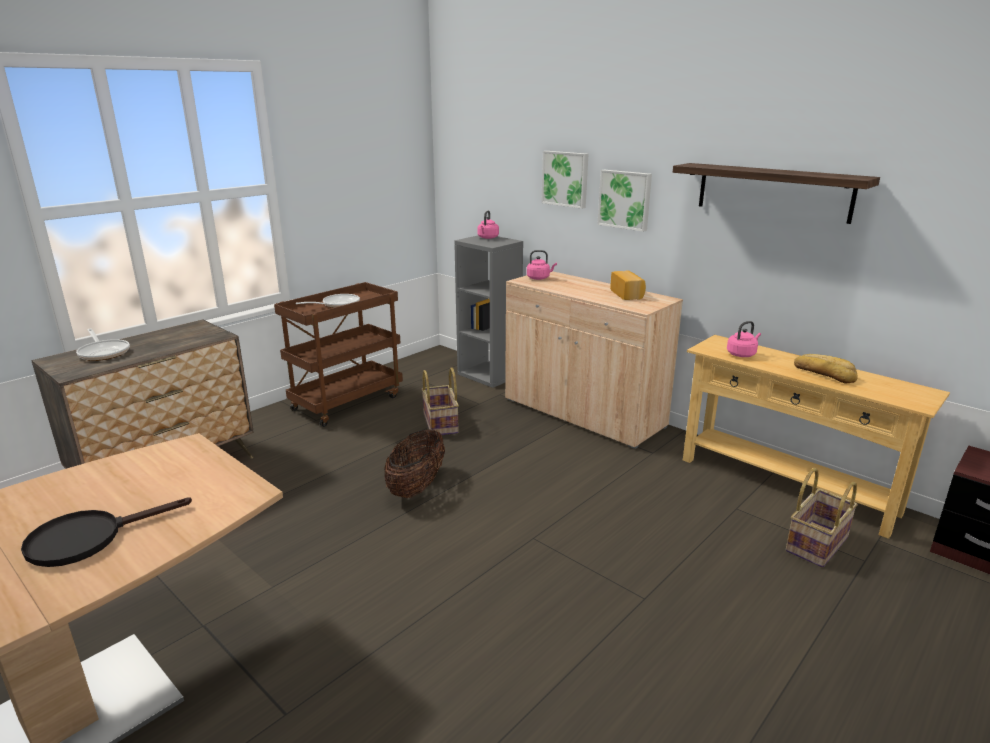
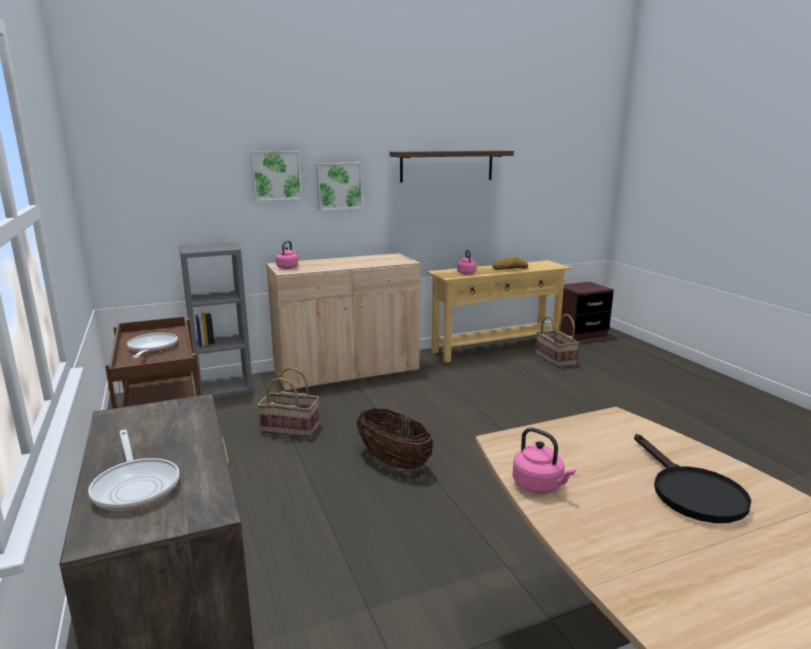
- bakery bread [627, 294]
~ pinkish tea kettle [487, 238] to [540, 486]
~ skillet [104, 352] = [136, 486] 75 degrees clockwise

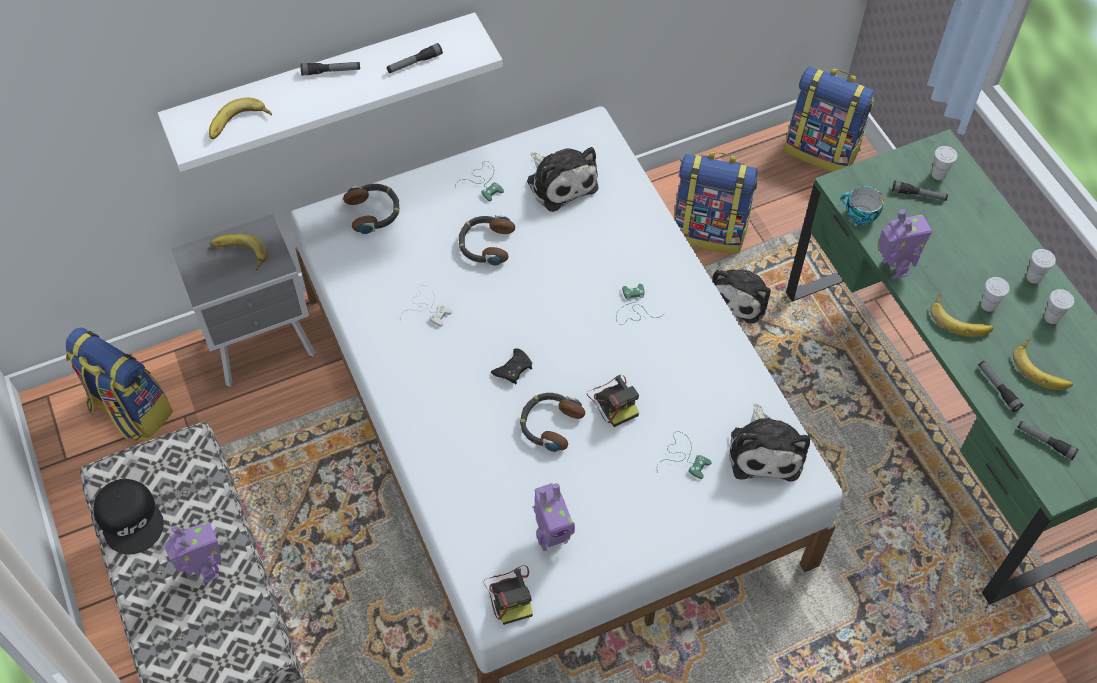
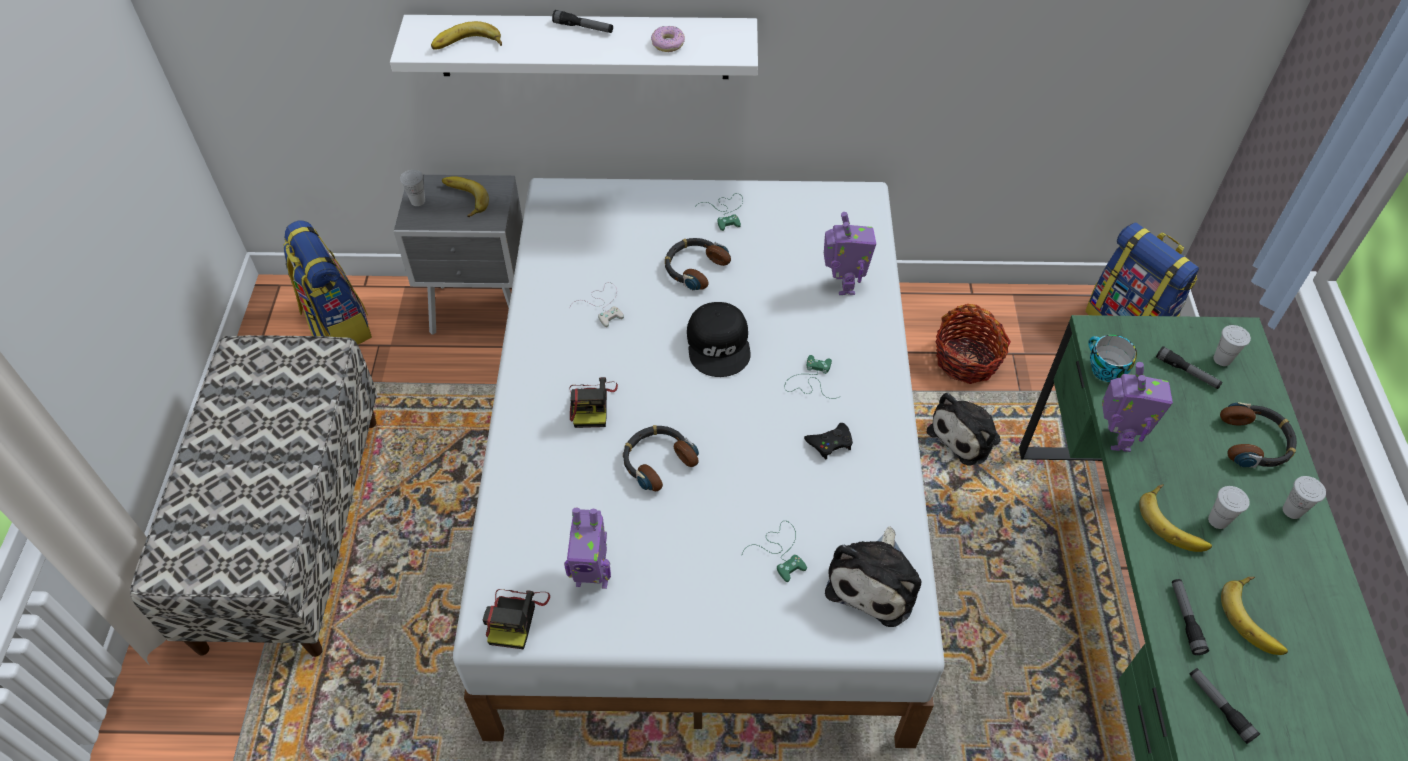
- soft toy [560, 182]
~ blackish baseball cap [131, 518] to [719, 344]
~ model robot [205, 570] to [843, 285]
~ pair of headphones [374, 212] to [1255, 442]
~ blackish gamepad [513, 369] to [830, 443]
~ still camera [614, 401] to [592, 404]
~ whitish drinking cup [1051, 317] to [418, 201]
~ hand torch [414, 63] to donut [668, 44]
~ backpack [710, 231] to storage basket [967, 360]

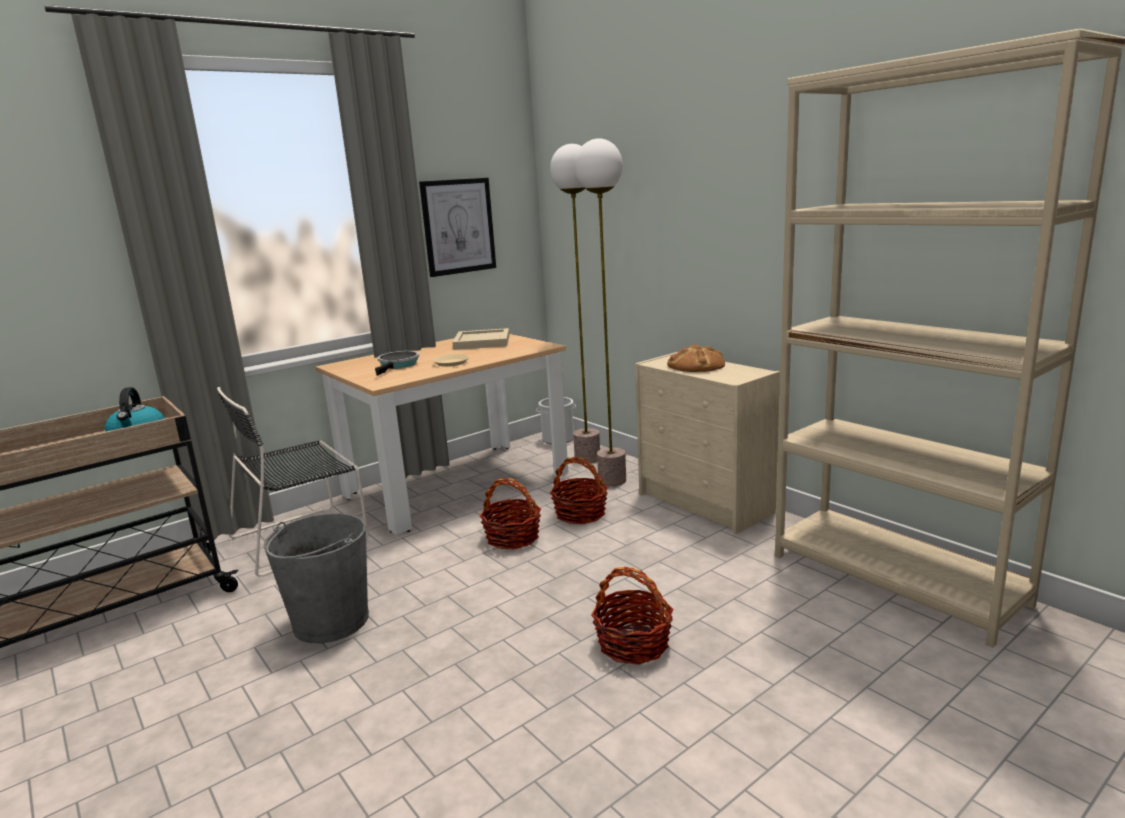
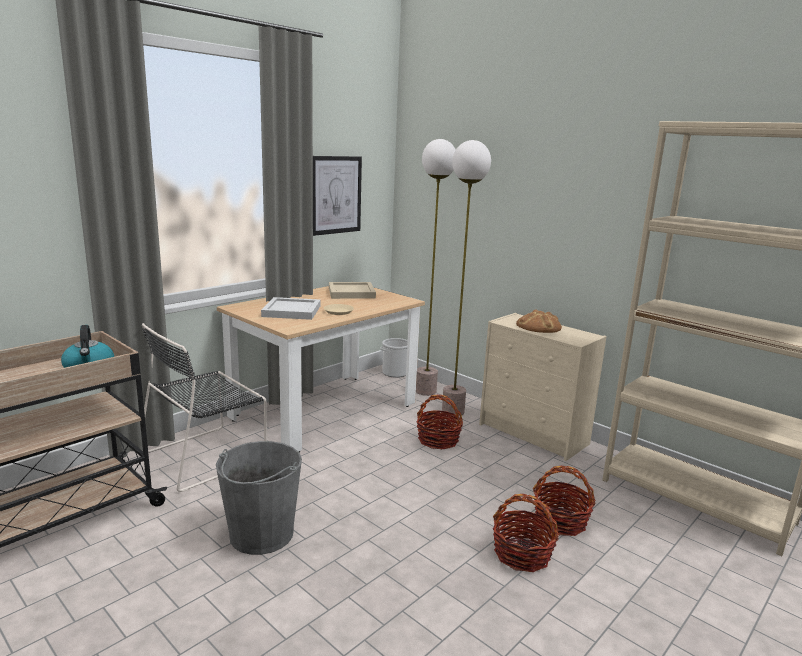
~ storage basket [513, 537] to [560, 521]
~ skillet [398, 365] to whitish serving tray [293, 311]

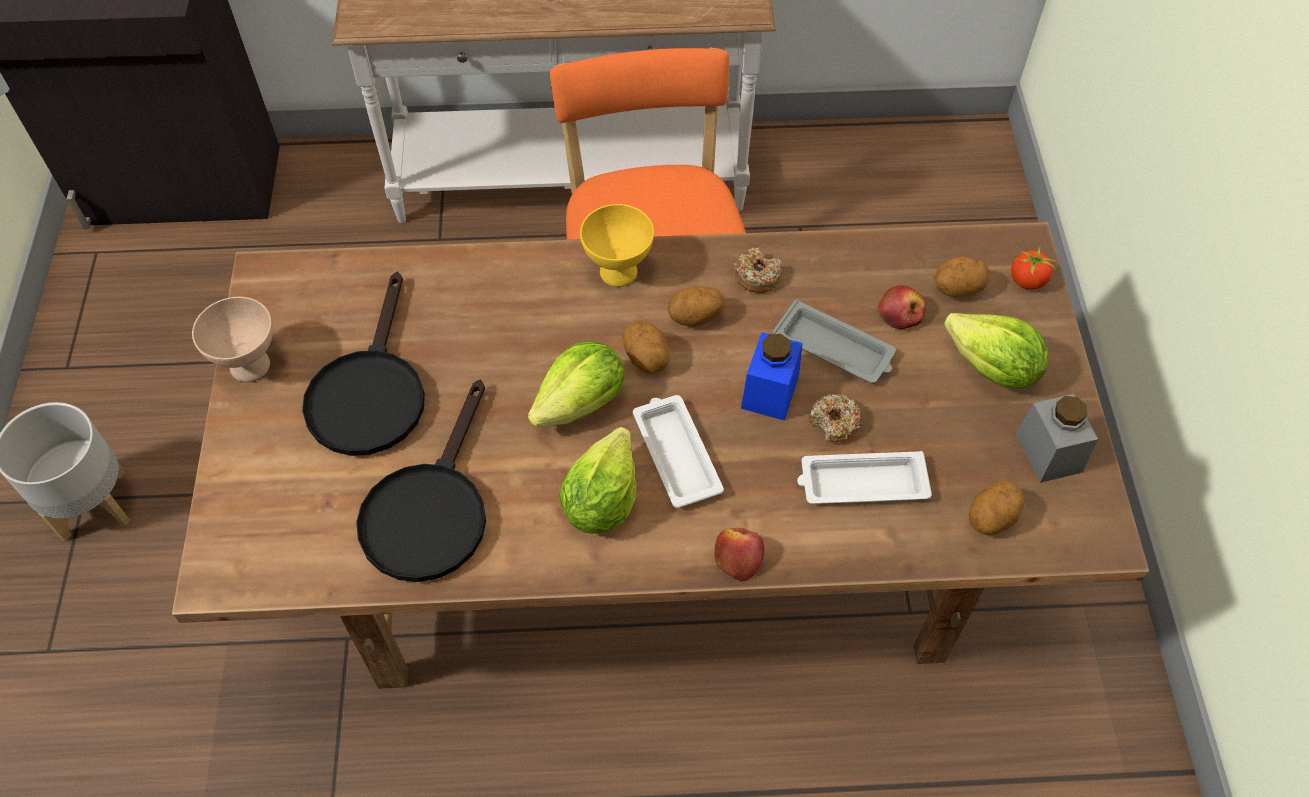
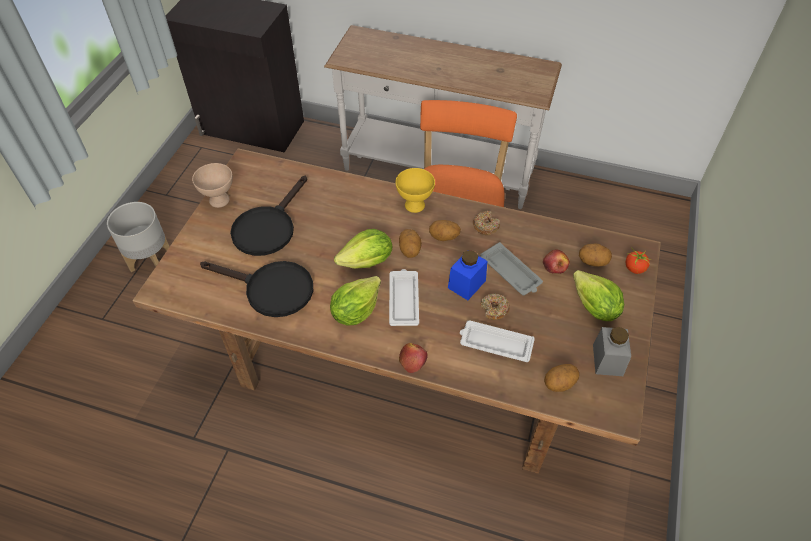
~ blackish skillet [430, 509] = [271, 289] 105 degrees counterclockwise

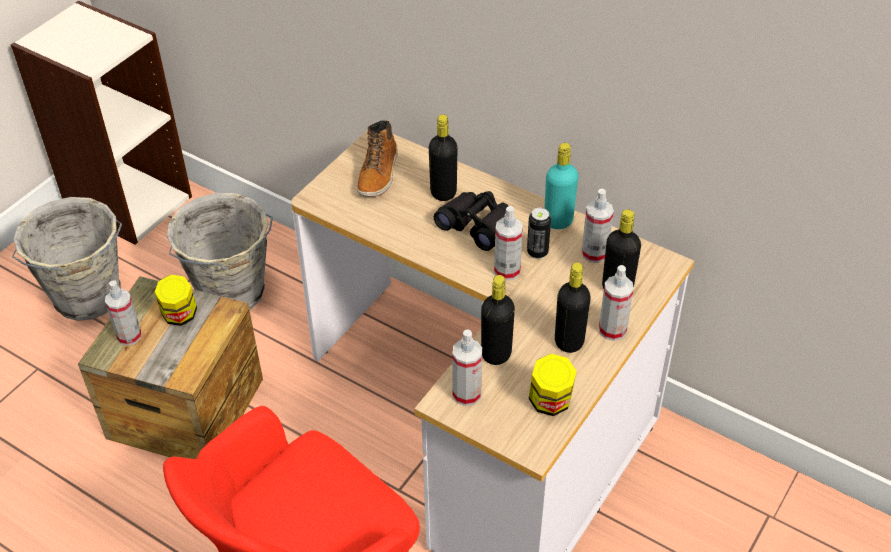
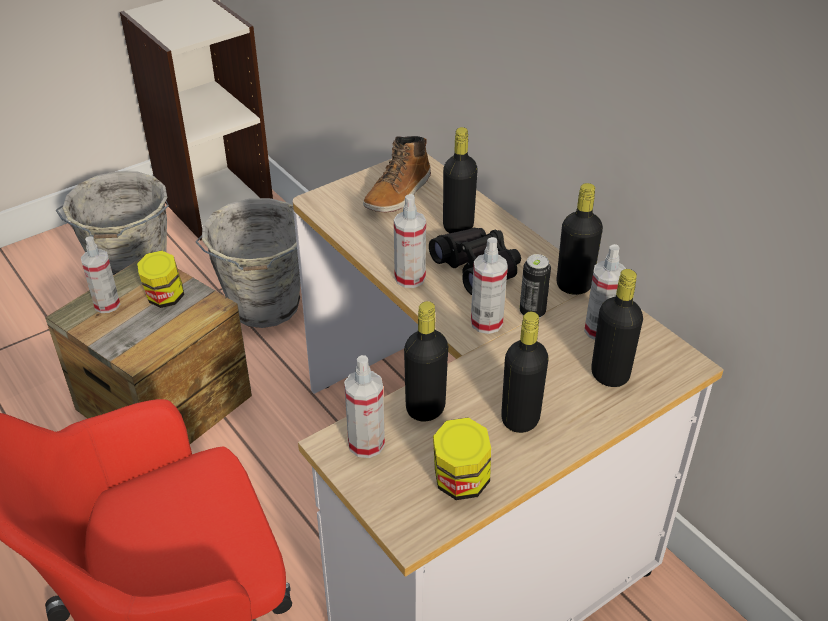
~ sprayer [612, 330] to [410, 278]
~ turquoise bottle [558, 221] to blackish bottle [574, 285]

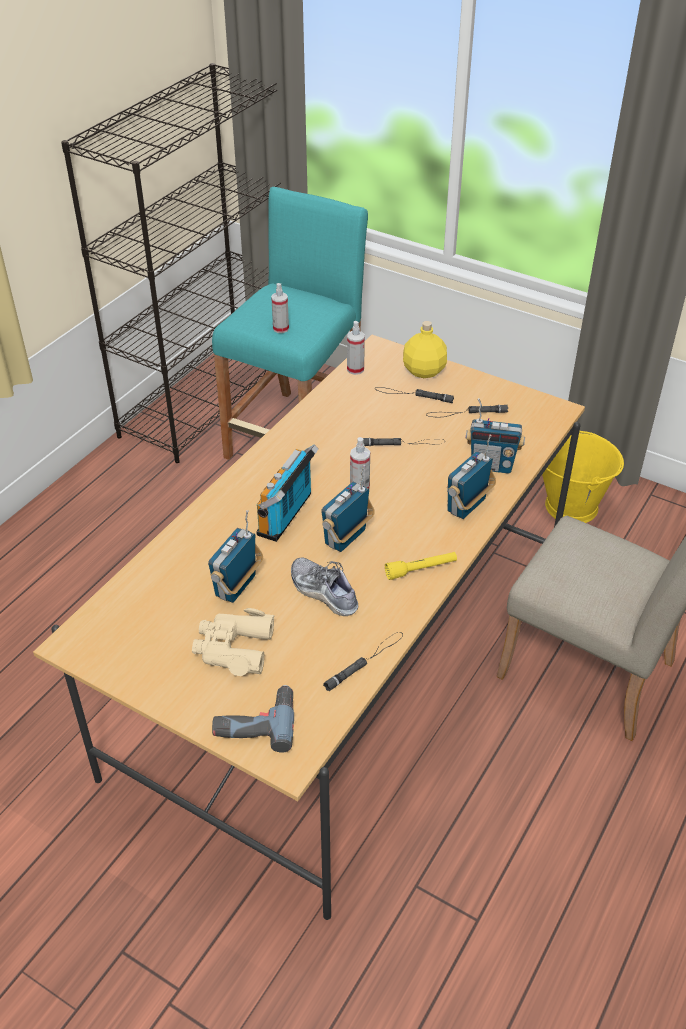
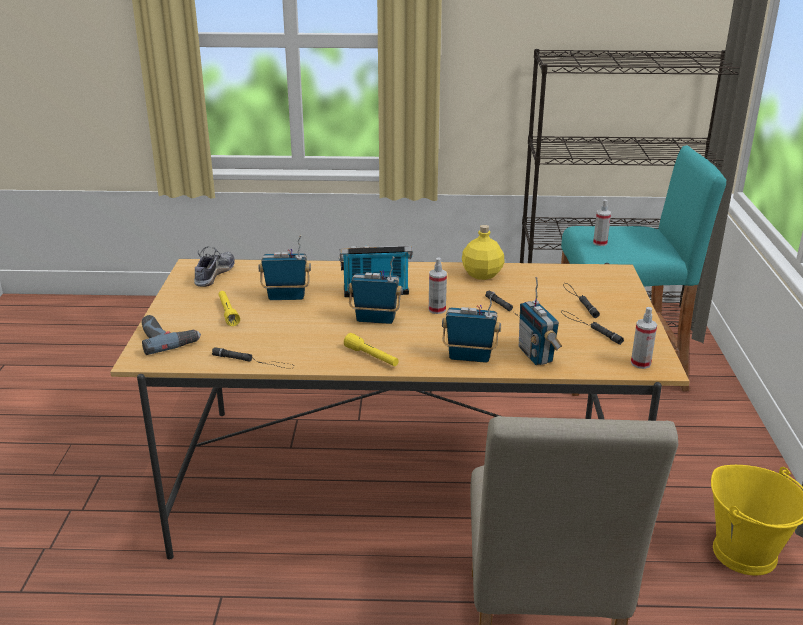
~ low shoe [323, 592] to [214, 274]
~ sprayer [355, 369] to [640, 363]
~ yellow bottle [424, 370] to [482, 274]
~ beige-coloured field glasses [233, 648] to yellow hand torch [228, 312]

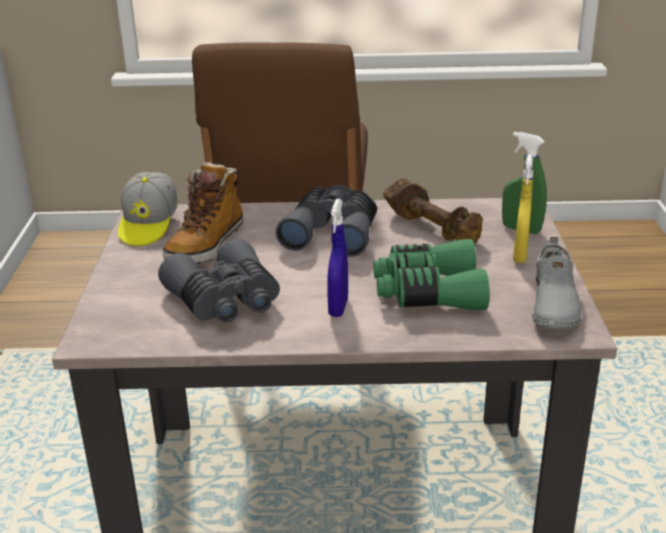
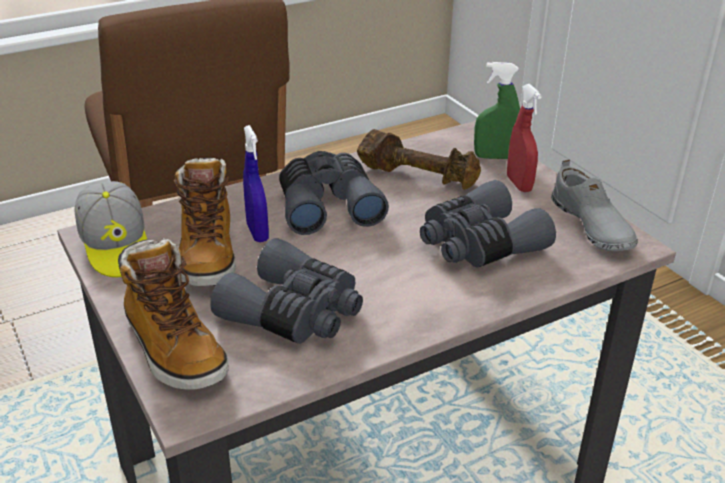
+ boot [173, 348]
~ blue-coloured sprayer [338, 307] to [257, 233]
~ greenish field glasses [428, 292] to gray field glasses [478, 244]
~ yellow sprayer [520, 256] to red sprayer [519, 184]

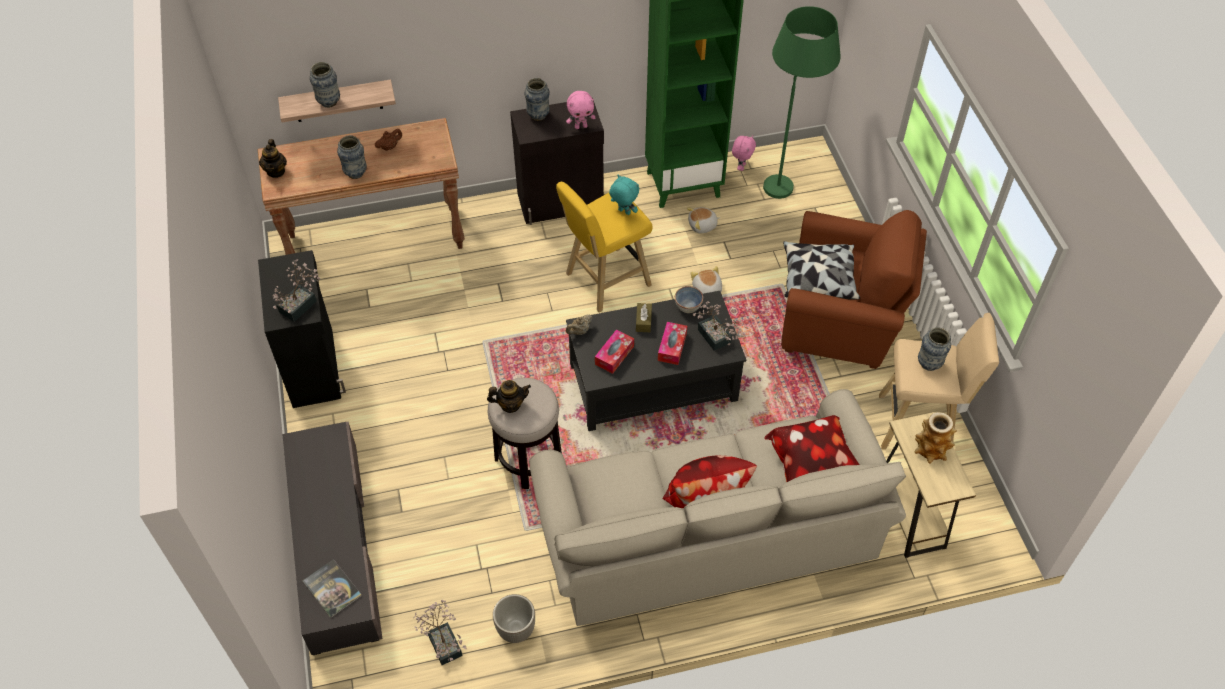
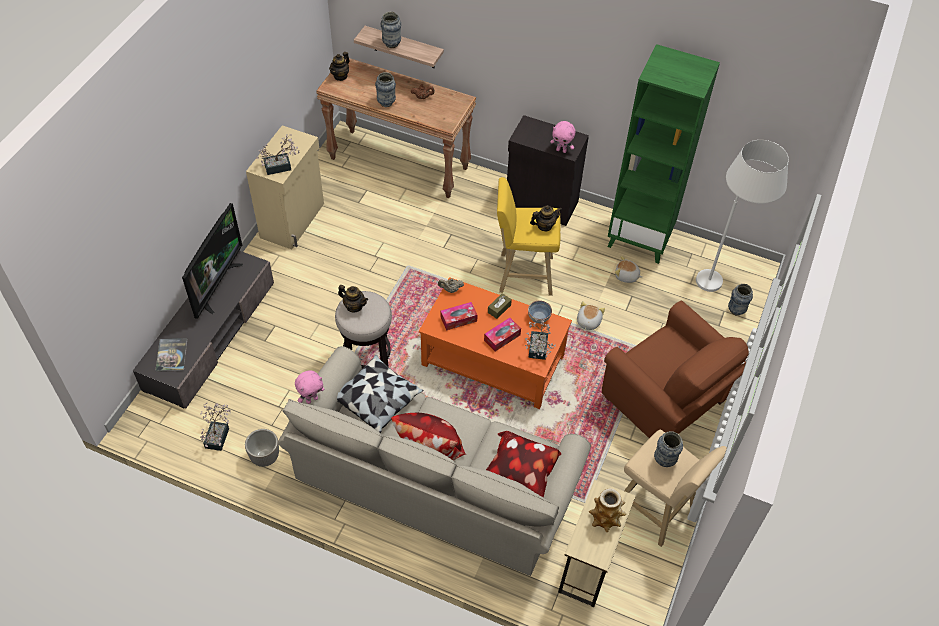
+ television [216, 285]
~ vase [538, 115] to [736, 310]
~ pinkish soft toy [741, 166] to [312, 399]
~ pillow [818, 279] to [377, 399]
~ turquoise soft toy [623, 212] to teapot [544, 226]
~ blackish cabinet [314, 367] to beige-coloured cabinet [293, 220]
~ blackish low table [652, 382] to orangey low table [492, 360]
~ greenish standard lamp [786, 177] to whitish standard lamp [722, 277]

